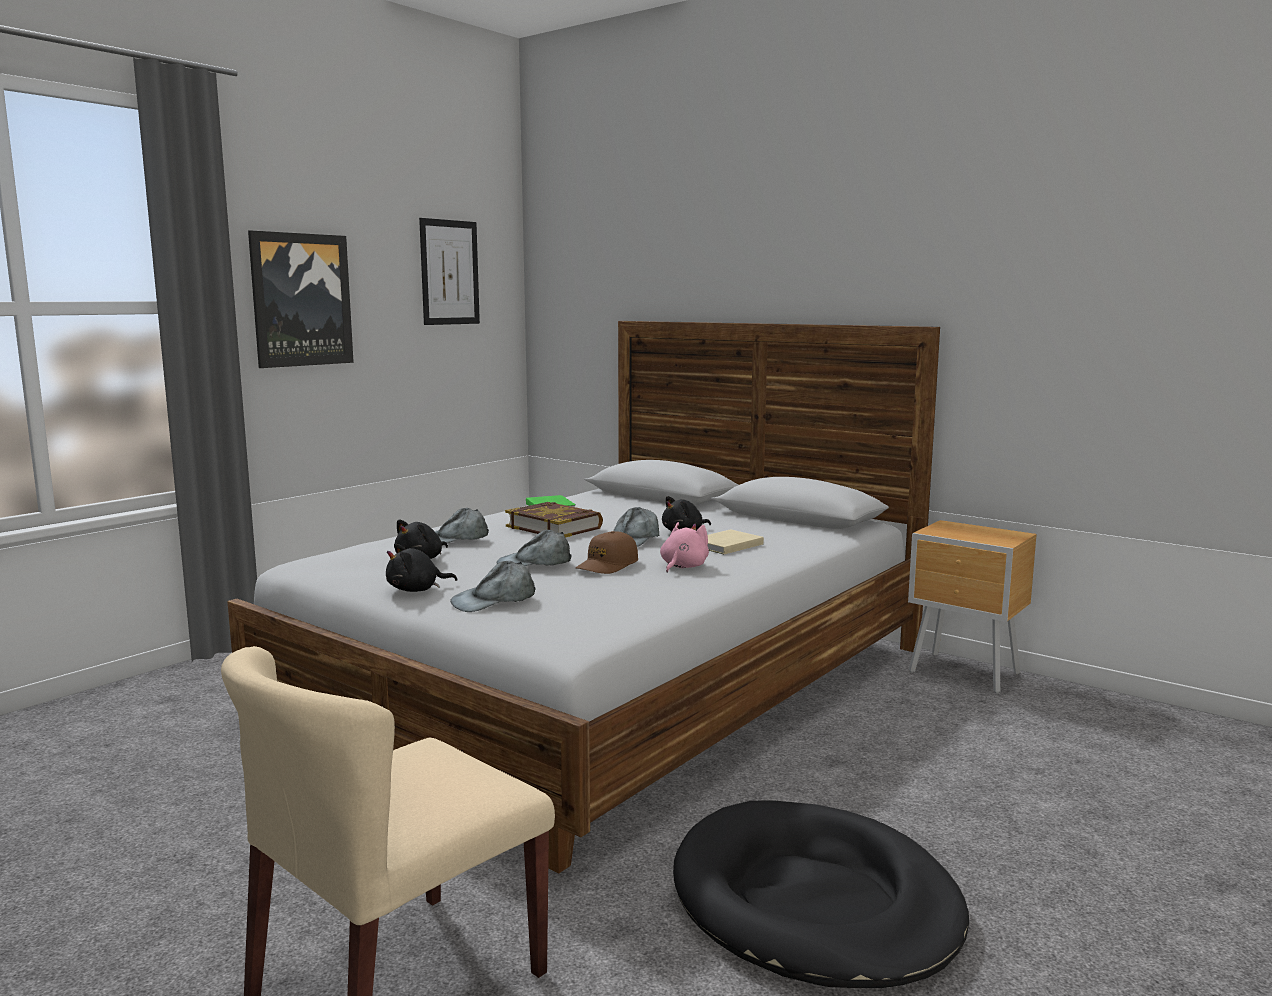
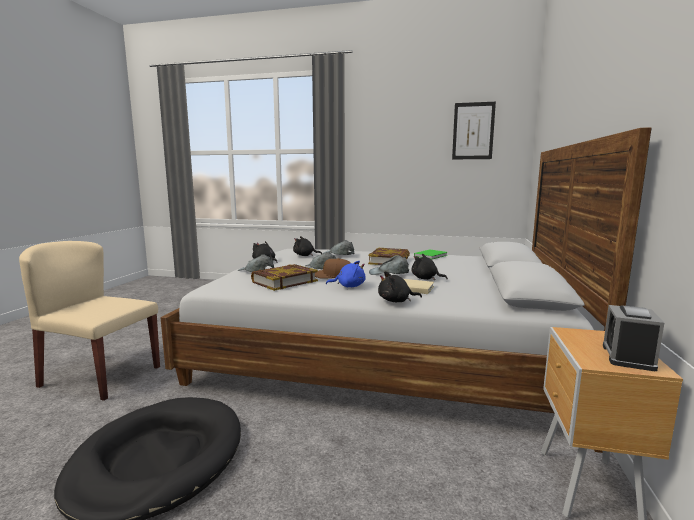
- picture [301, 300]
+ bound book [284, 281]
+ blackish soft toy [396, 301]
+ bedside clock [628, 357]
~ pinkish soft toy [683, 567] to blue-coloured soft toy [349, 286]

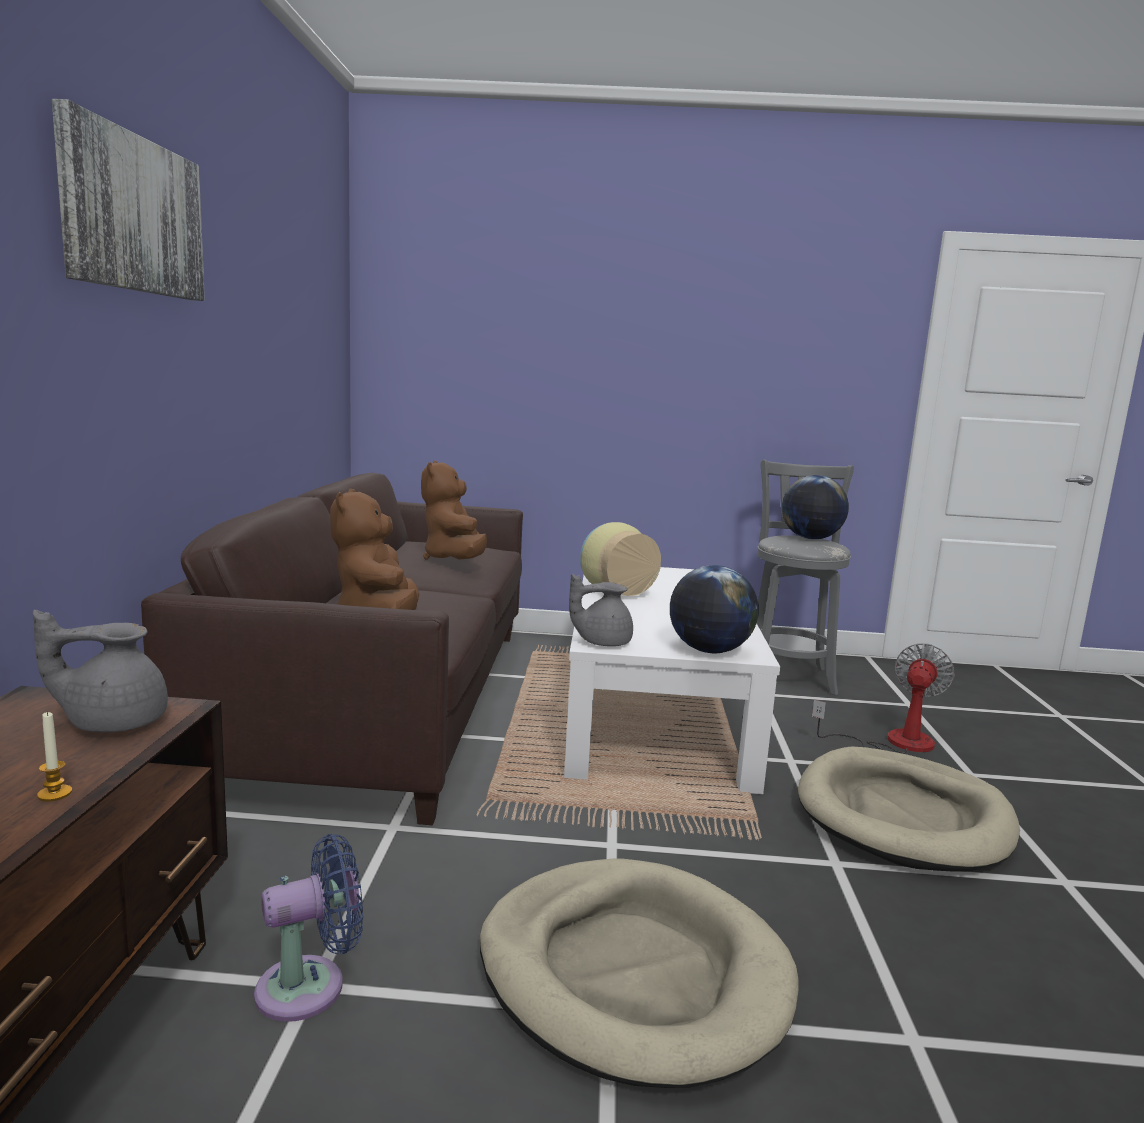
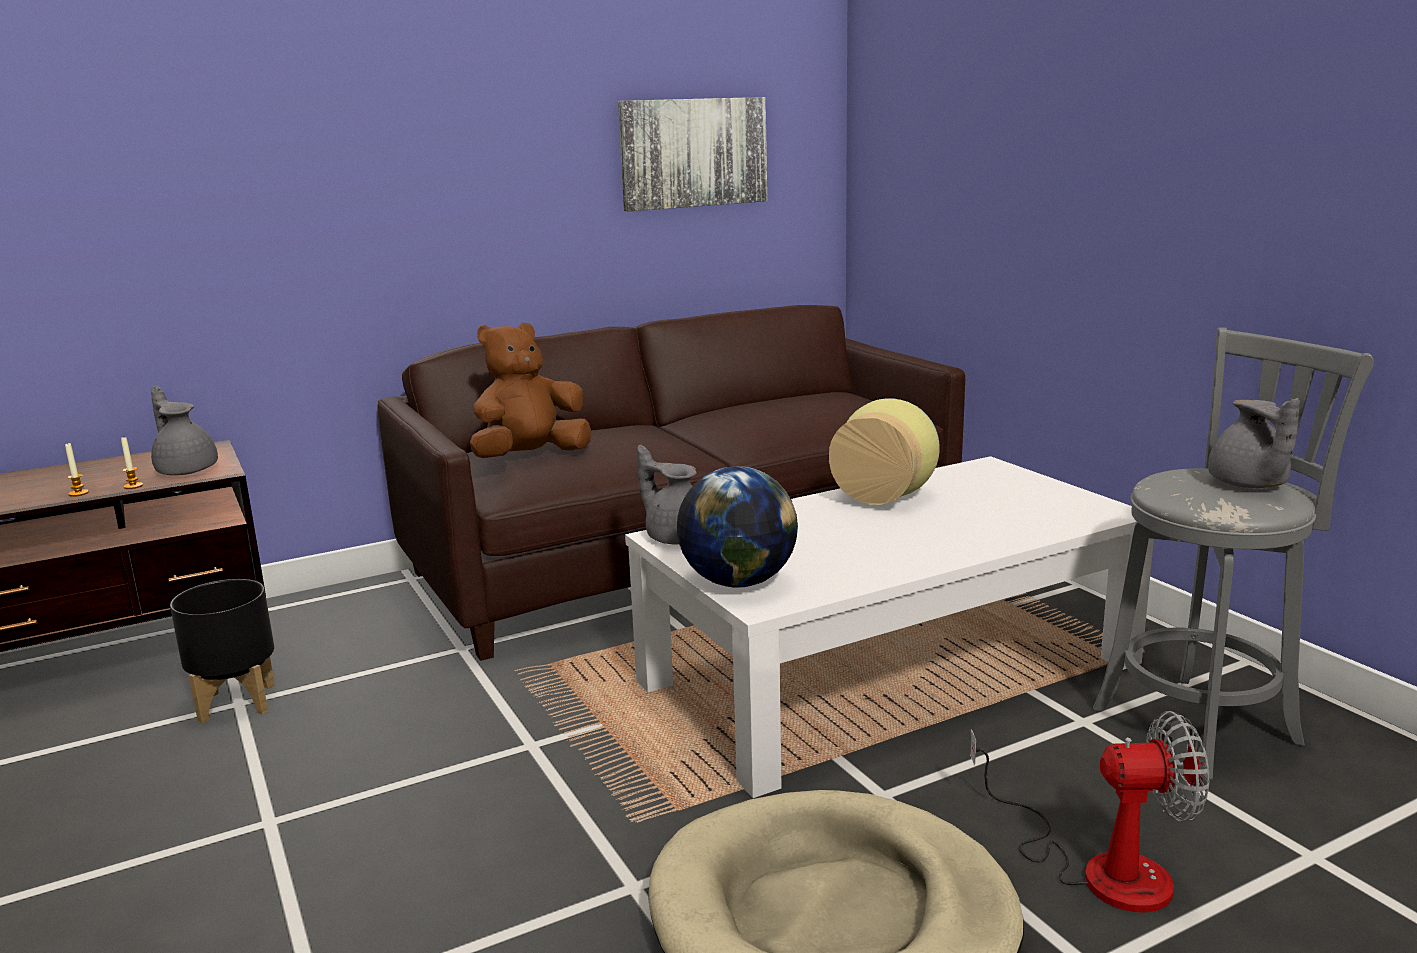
- brown-coloured soft toy [455, 560]
- beige-coloured pet bed [633, 973]
+ wax candle [133, 486]
~ picture [132, 214] to [693, 153]
~ blue-coloured electric fan [310, 986] to blackish planter [237, 702]
~ desk globe [810, 538] to gray teapot [1248, 485]

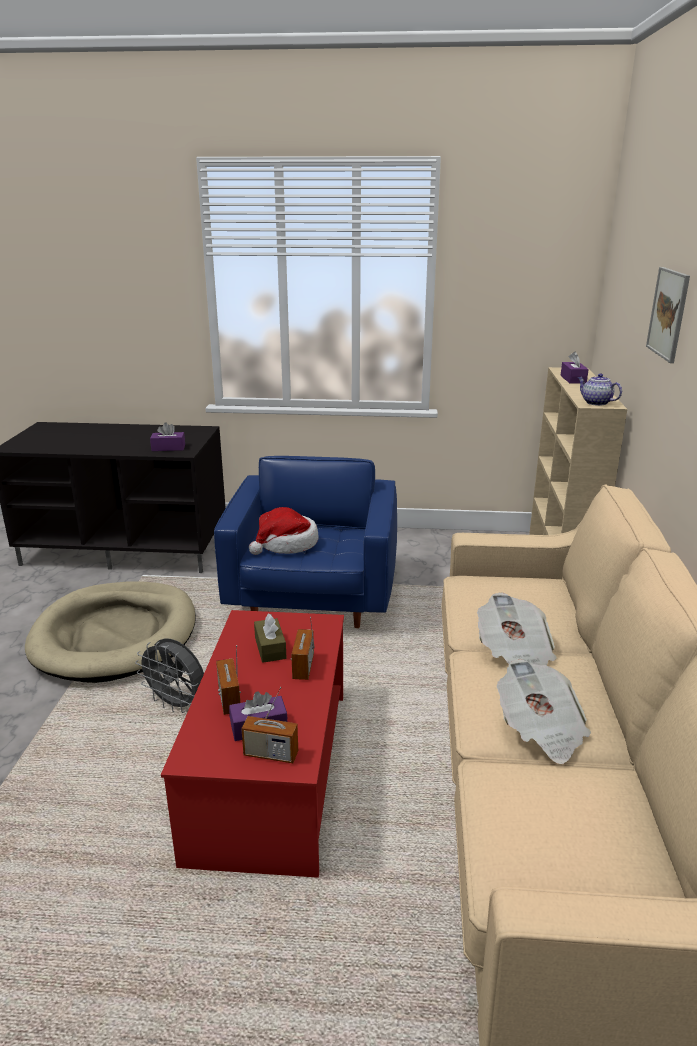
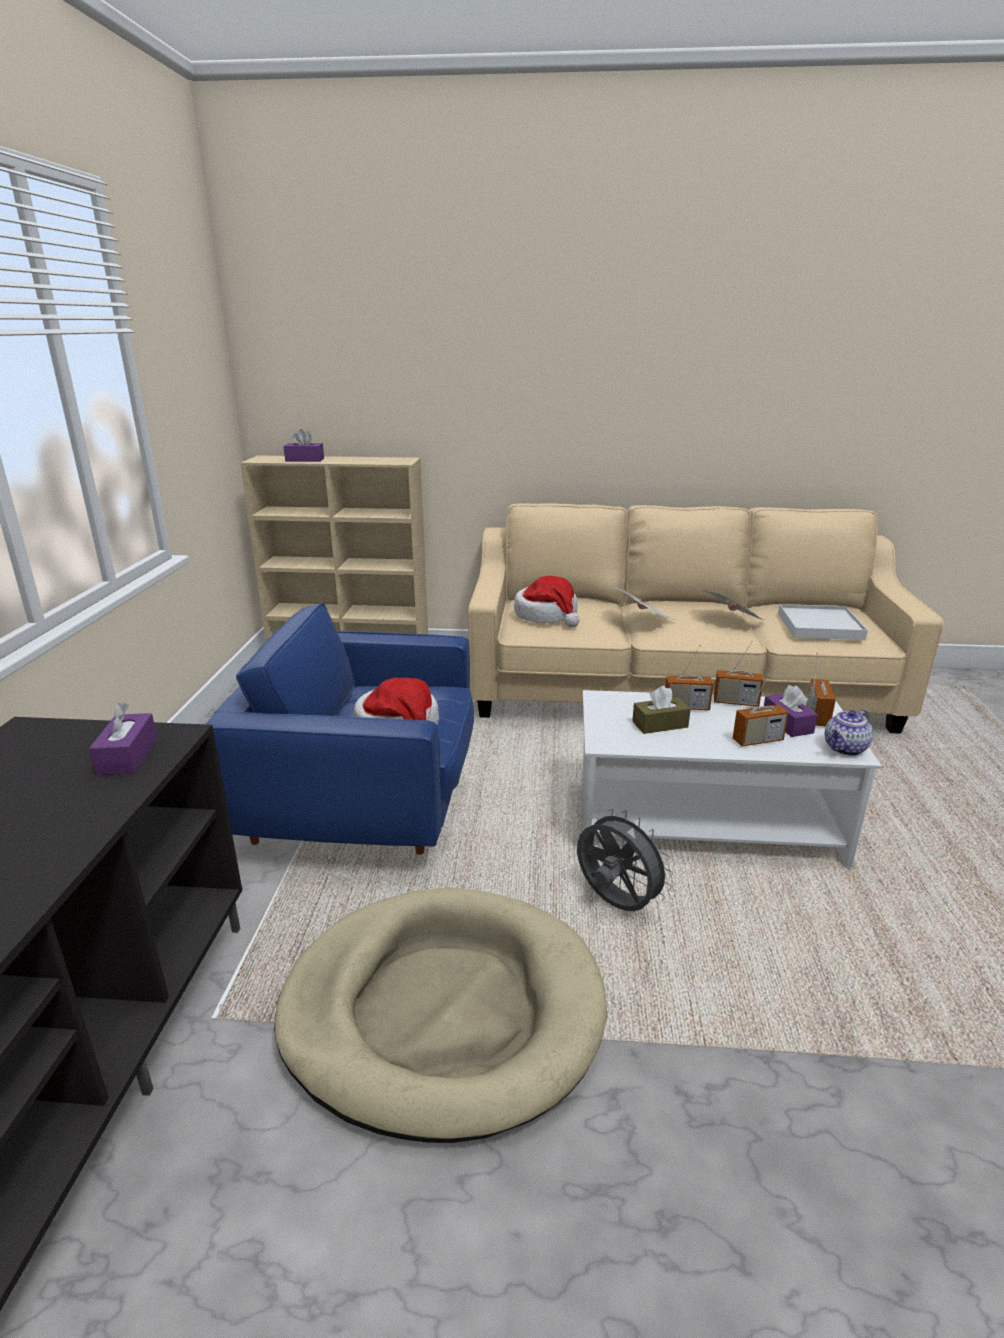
- picture [668, 313]
+ clothing hat [547, 615]
+ radio receiver [735, 702]
+ whitish serving tray [820, 626]
~ teapot [595, 403] to [845, 749]
~ red low table [271, 772] to whitish low table [706, 821]
~ gray electric fan [177, 704] = [615, 904] 75 degrees counterclockwise

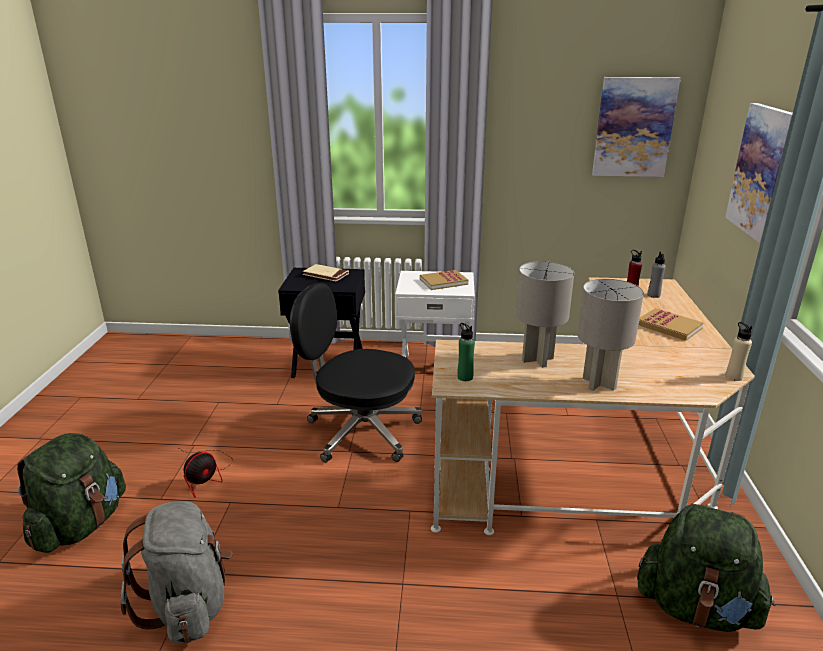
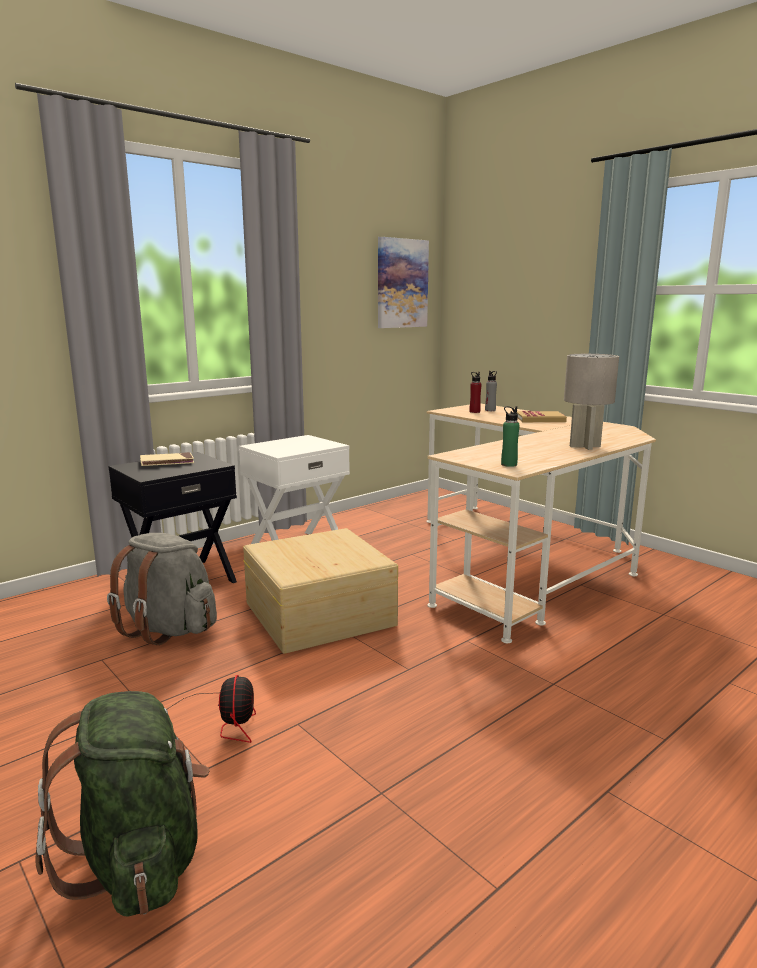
- bound book [443, 282]
- gray table lamp [537, 359]
- greenish backpack [696, 608]
- picture [762, 171]
- beige-coloured bottle [733, 377]
~ gray backpack [188, 605] to [168, 629]
~ blackish computer chair [360, 431] to beige-coloured storage bin [319, 612]

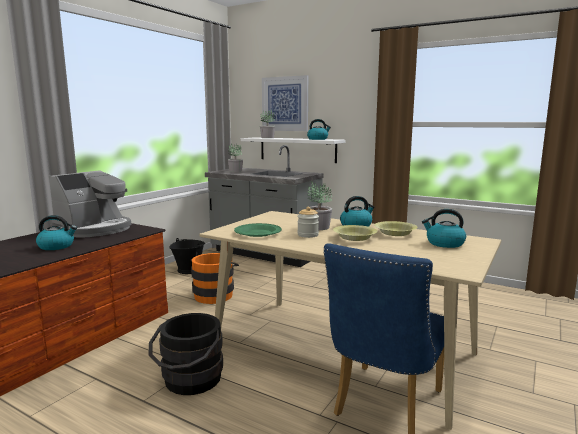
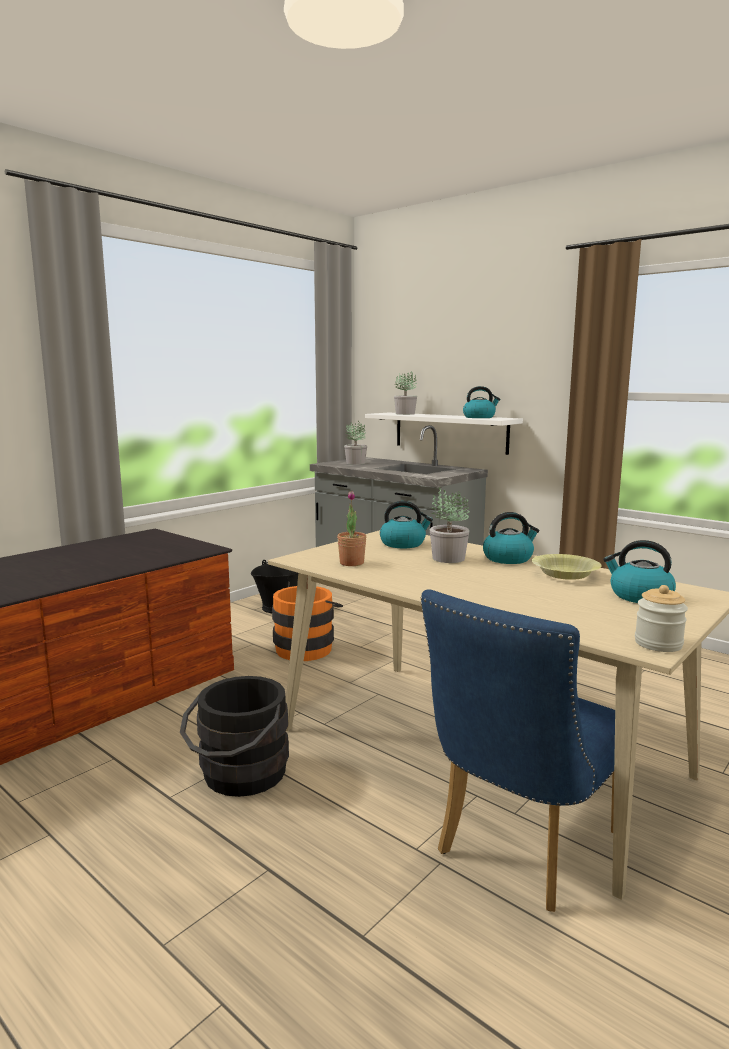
- coffee maker [95, 229]
- picture [285, 104]
- yellow deep dish [354, 238]
~ tea kettle [57, 246] to [403, 544]
~ preserve jar [308, 235] to [658, 644]
~ greenish plate [257, 233] to plant in a pot [351, 563]

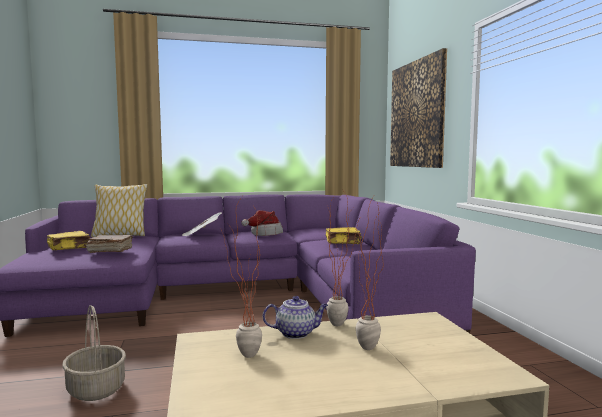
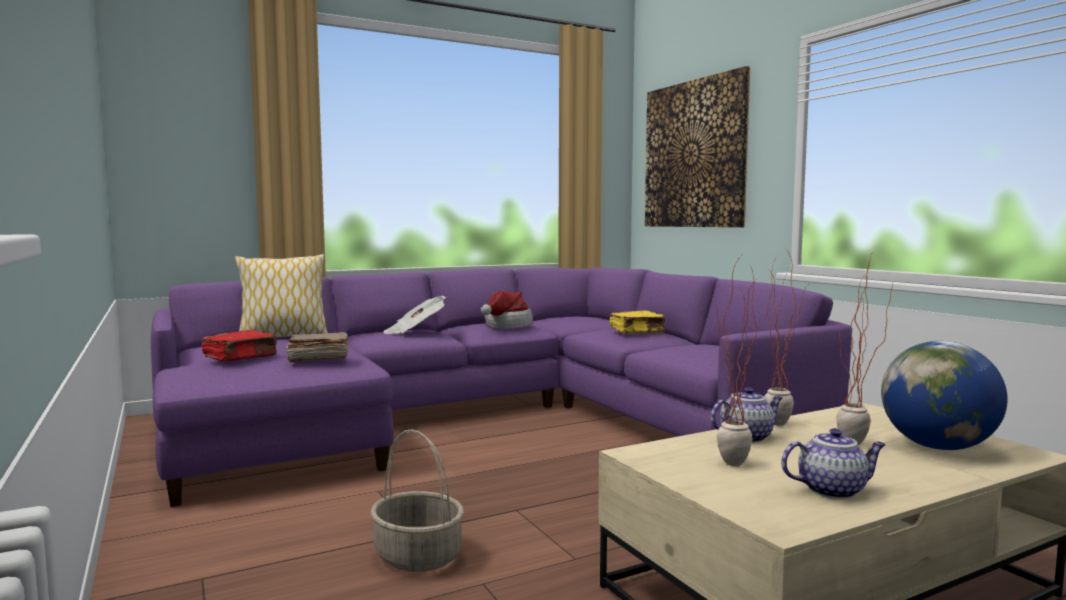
+ teapot [832, 490]
+ desk globe [938, 447]
~ yellow bound book [70, 248] to red bound book [241, 357]

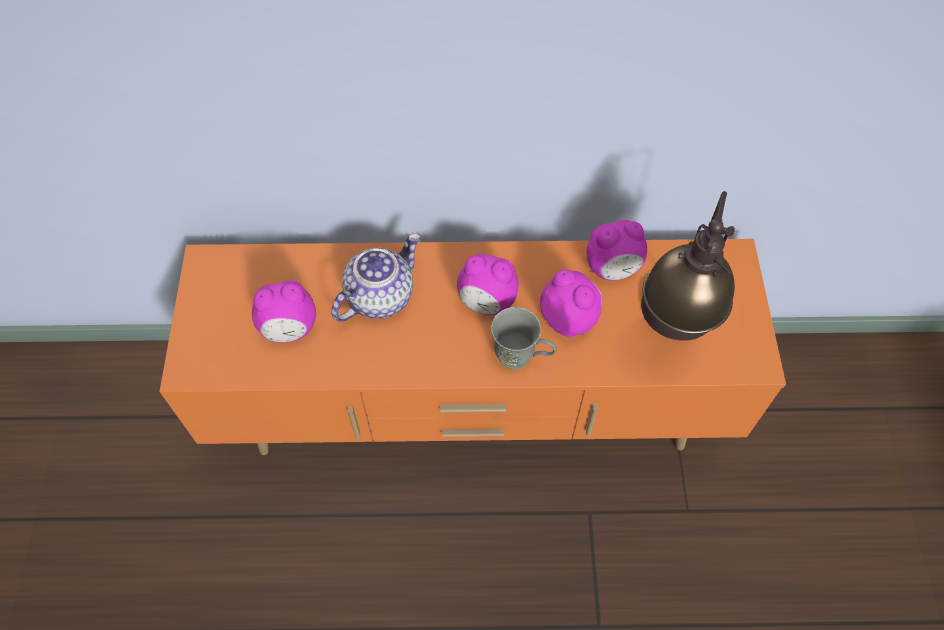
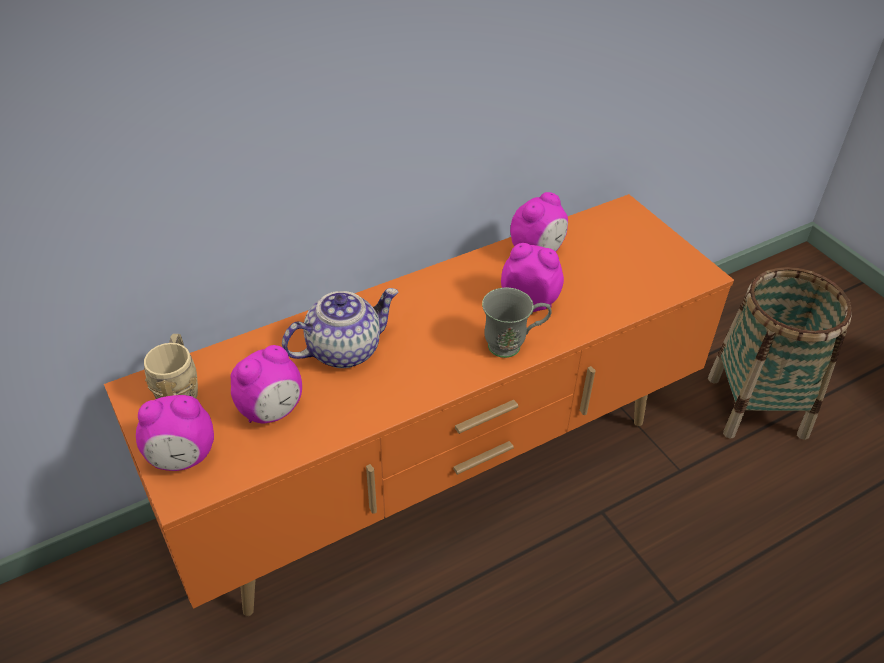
- table lamp [671, 332]
+ beige-coloured coffee mug [179, 389]
+ storage basket [757, 406]
~ bedside clock [487, 302] to [182, 458]
~ teapot [380, 296] = [344, 349] 45 degrees clockwise

